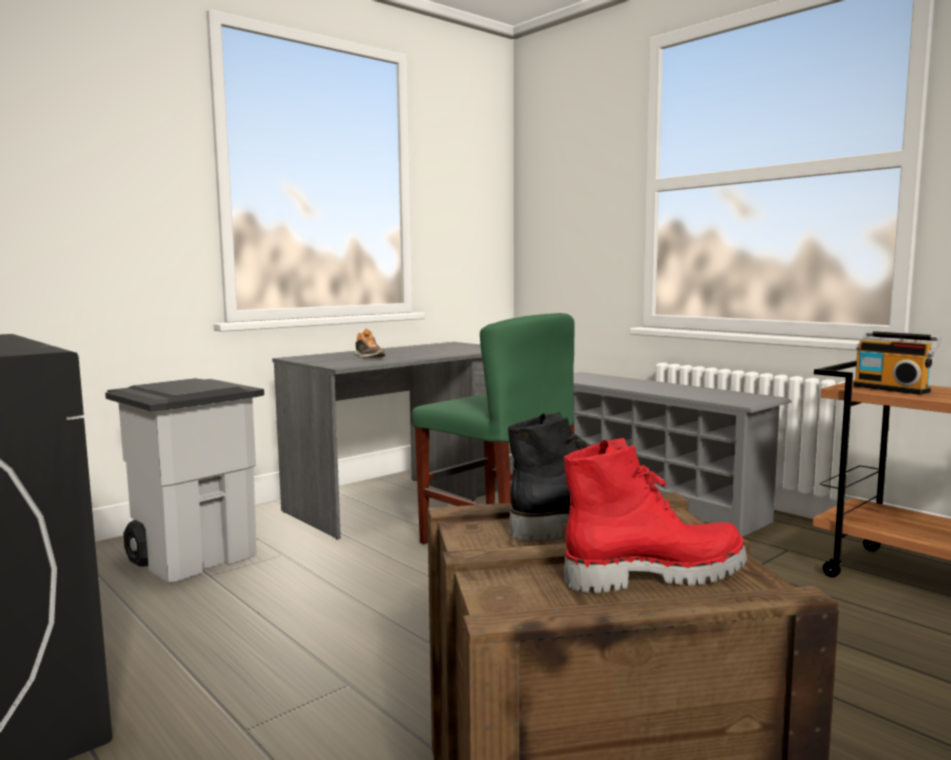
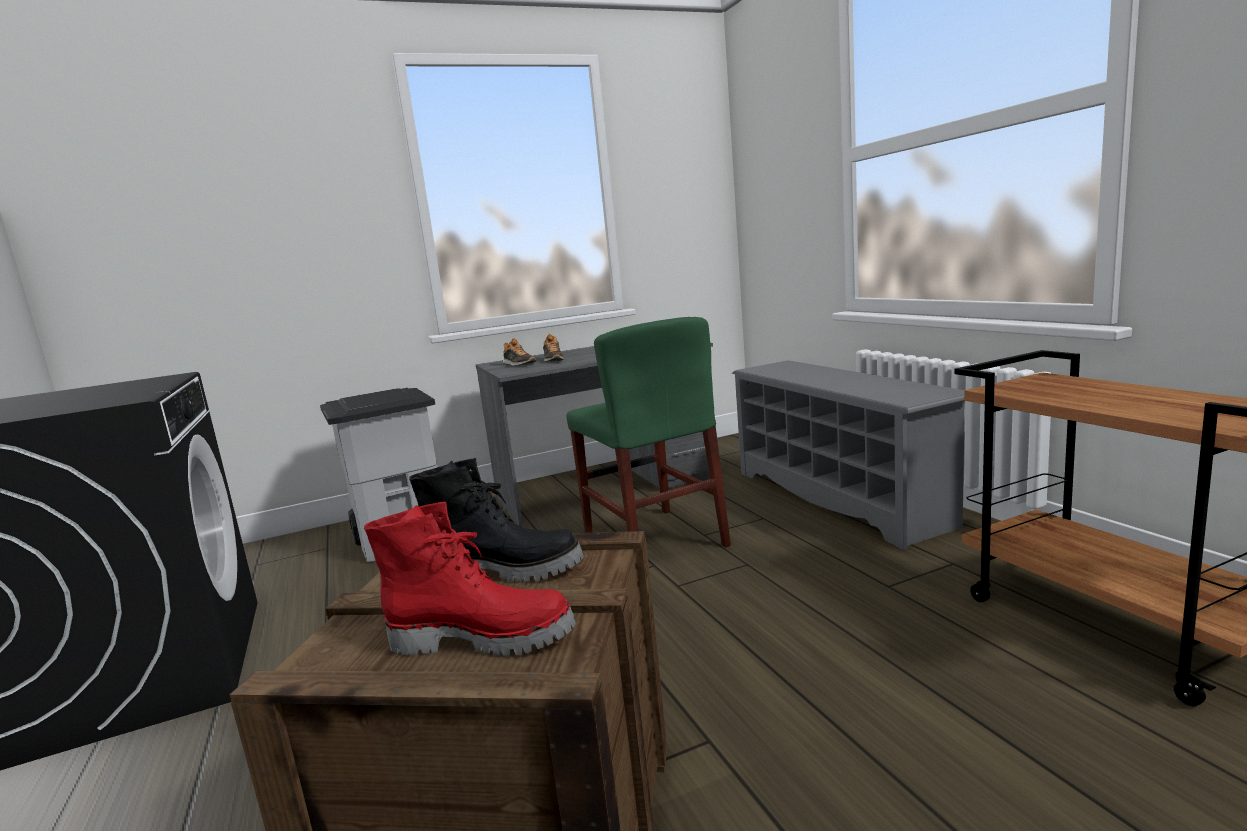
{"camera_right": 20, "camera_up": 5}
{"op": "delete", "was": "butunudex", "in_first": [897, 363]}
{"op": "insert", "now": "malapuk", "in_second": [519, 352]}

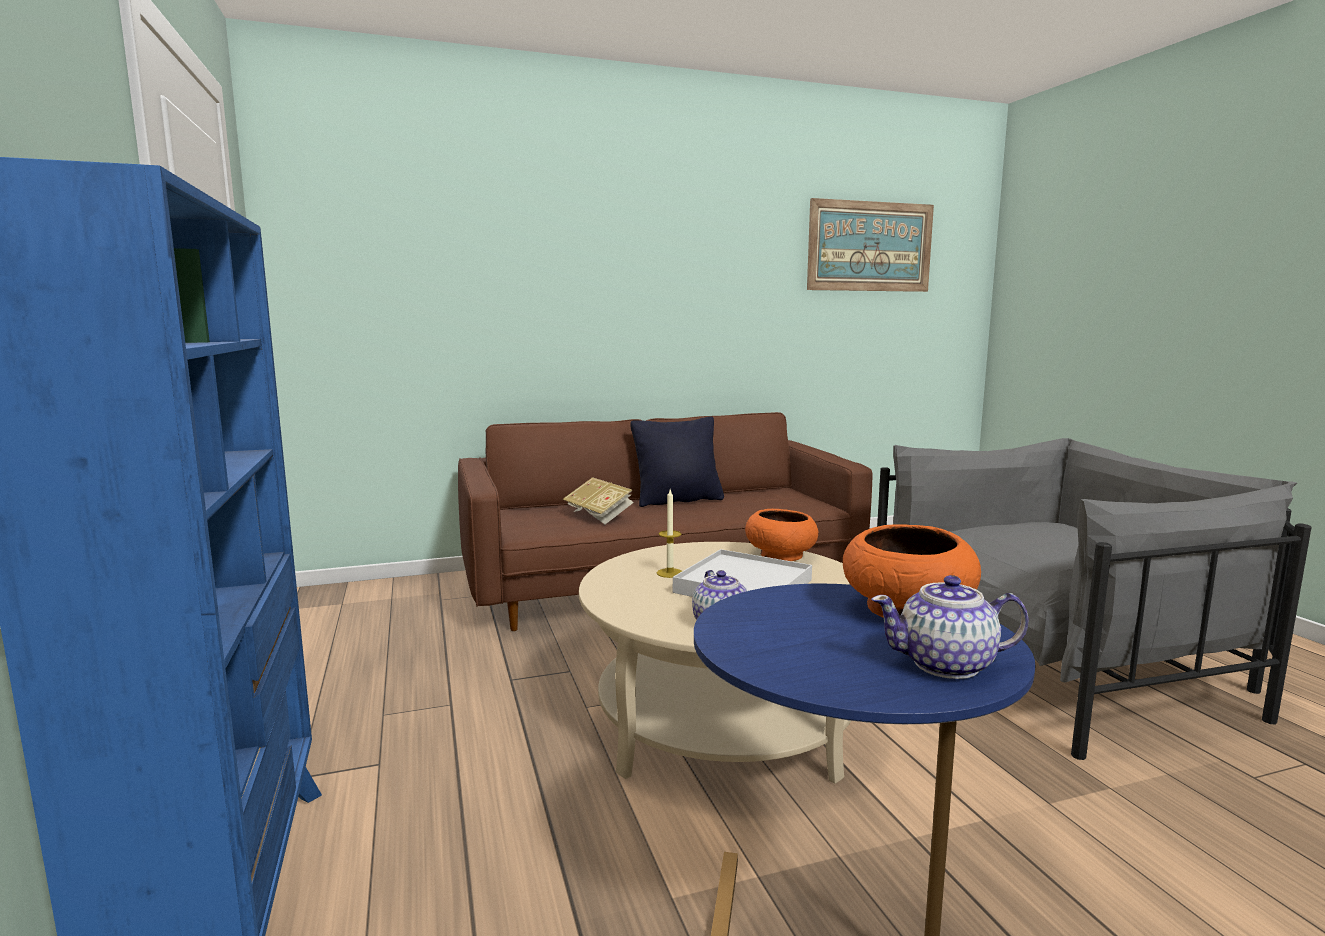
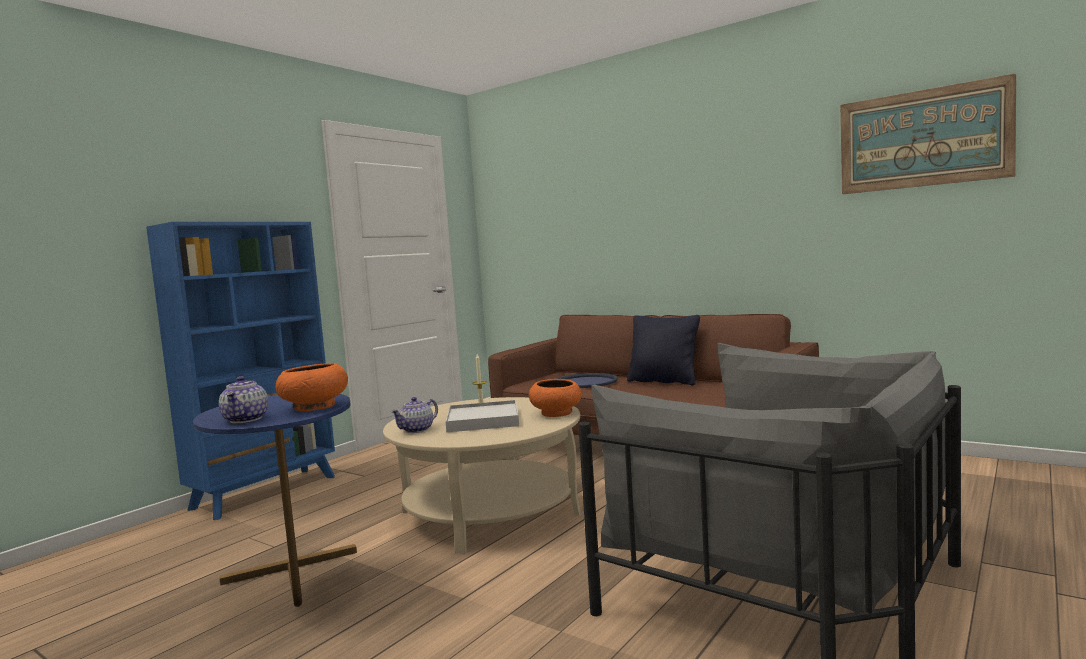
{"camera_right": 55, "camera_up": -5}
{"op": "replace", "was": "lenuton", "now": "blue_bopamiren", "in_first": [598, 500], "in_second": [587, 380]}
{"op": "rotate", "was": "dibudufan", "in_first": [950, 627], "in_second": [243, 399], "clockwise": -150}

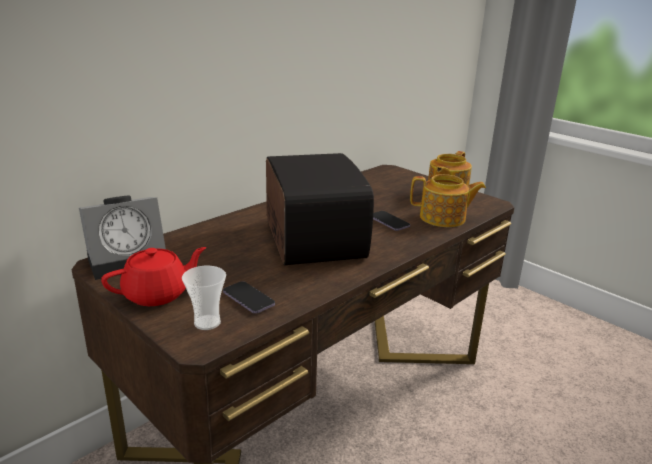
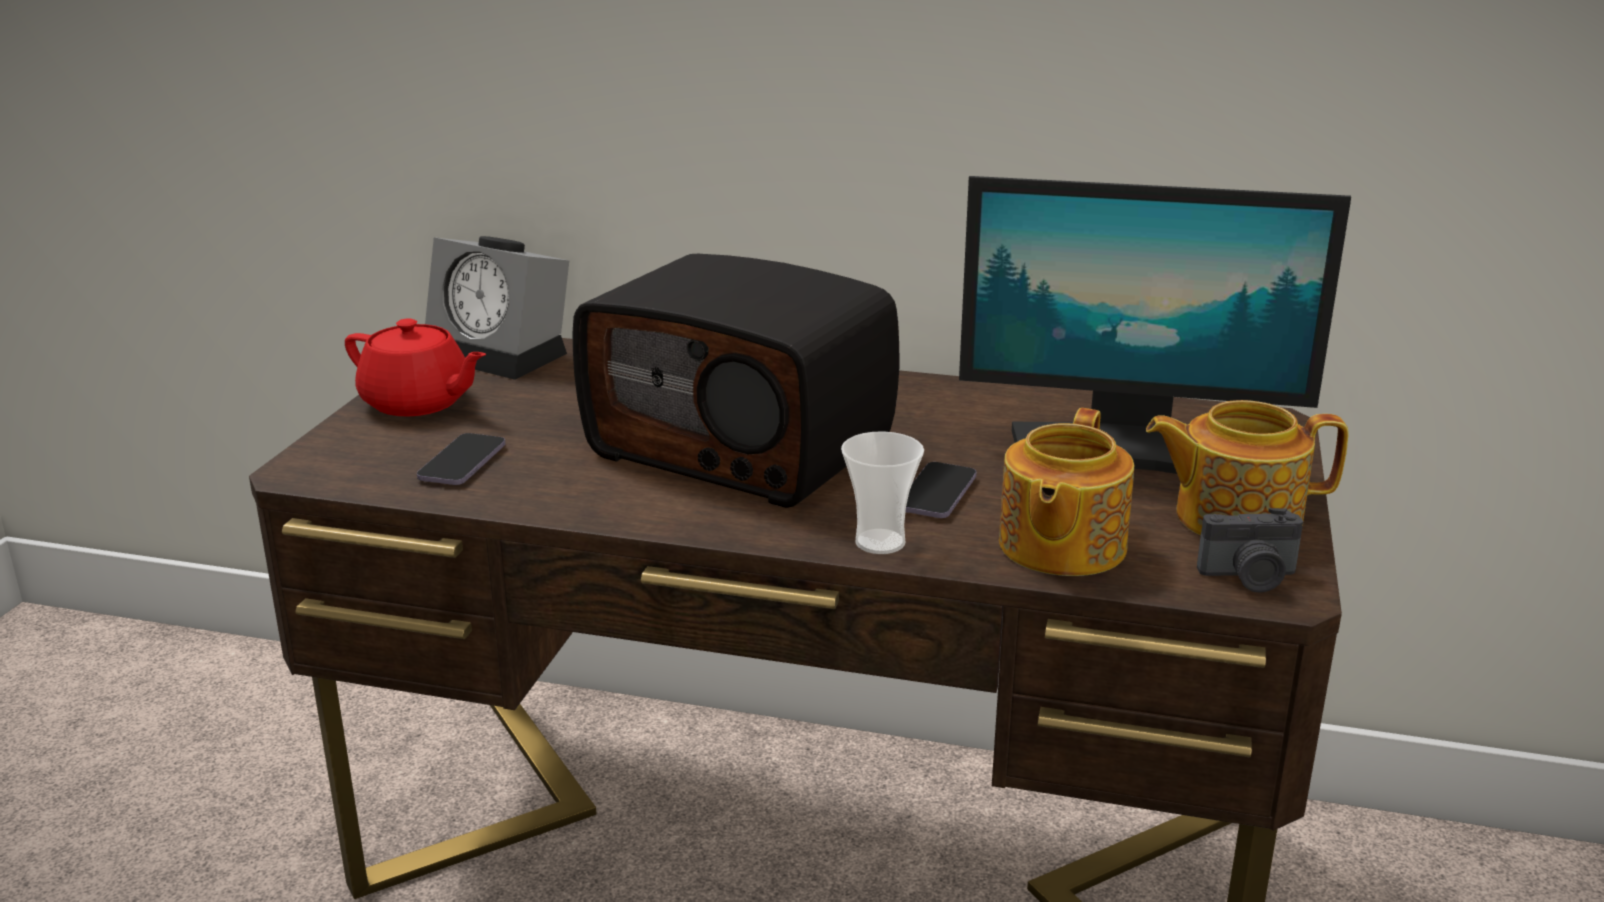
{"camera_right": 60, "camera_up": 0}
{"op": "move", "was": "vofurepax", "in_first": [204, 298], "in_second": [882, 492]}
{"op": "rotate", "was": "butunudex", "in_first": [320, 209], "in_second": [736, 381], "clockwise": 75}
{"op": "rotate", "was": "dibudufan", "in_first": [448, 200], "in_second": [1066, 492], "clockwise": 45}
{"op": "insert", "now": "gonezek", "in_second": [1155, 325]}
{"op": "insert", "now": "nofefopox", "in_second": [1250, 550]}

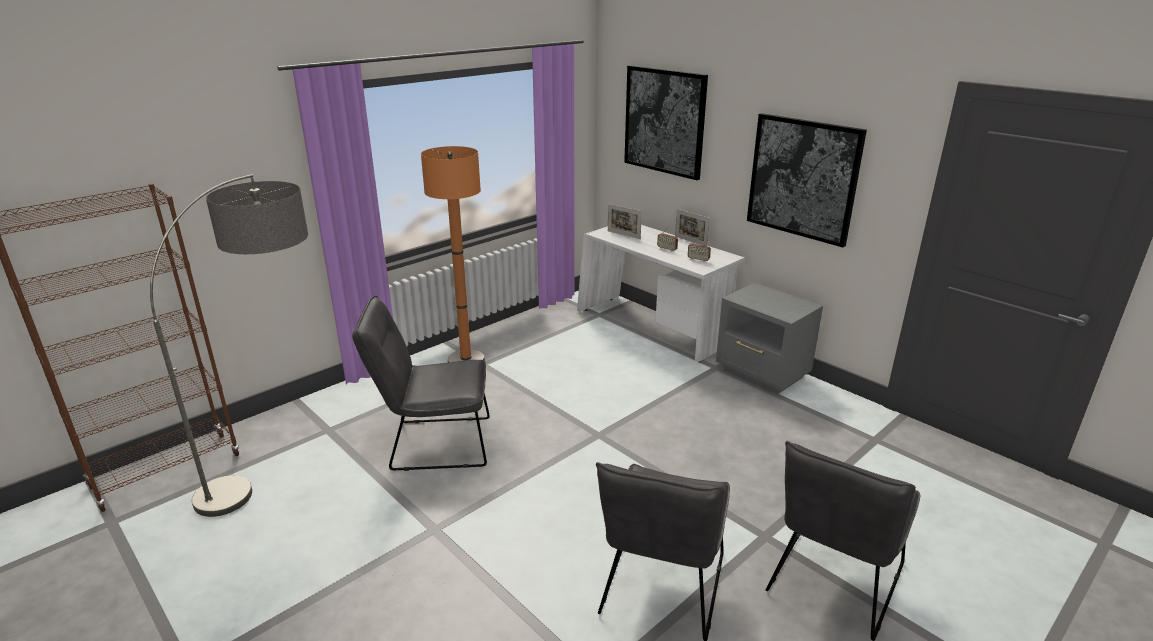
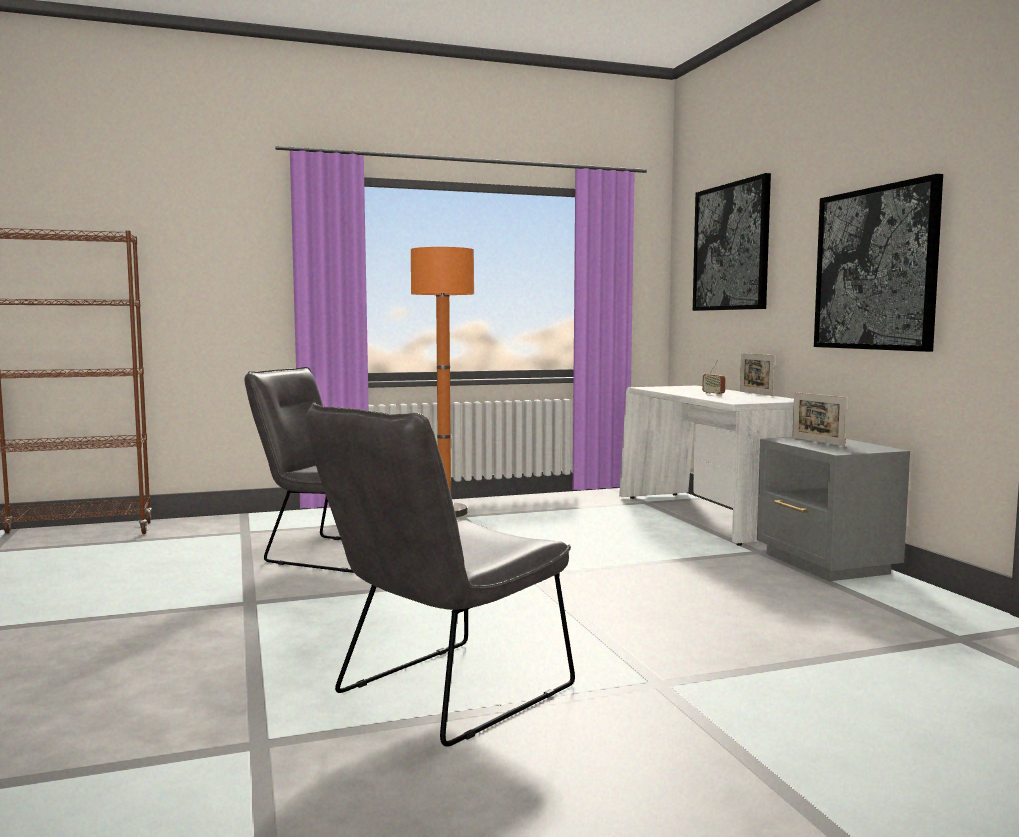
{"camera_right": 25, "camera_up": -20}
{"op": "delete", "was": "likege", "in_first": [229, 345]}
{"op": "move", "was": "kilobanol", "in_first": [625, 221], "in_second": [819, 419]}
{"op": "delete", "was": "butunudex", "in_first": [699, 248]}
{"op": "delete", "was": "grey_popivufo", "in_first": [843, 541]}

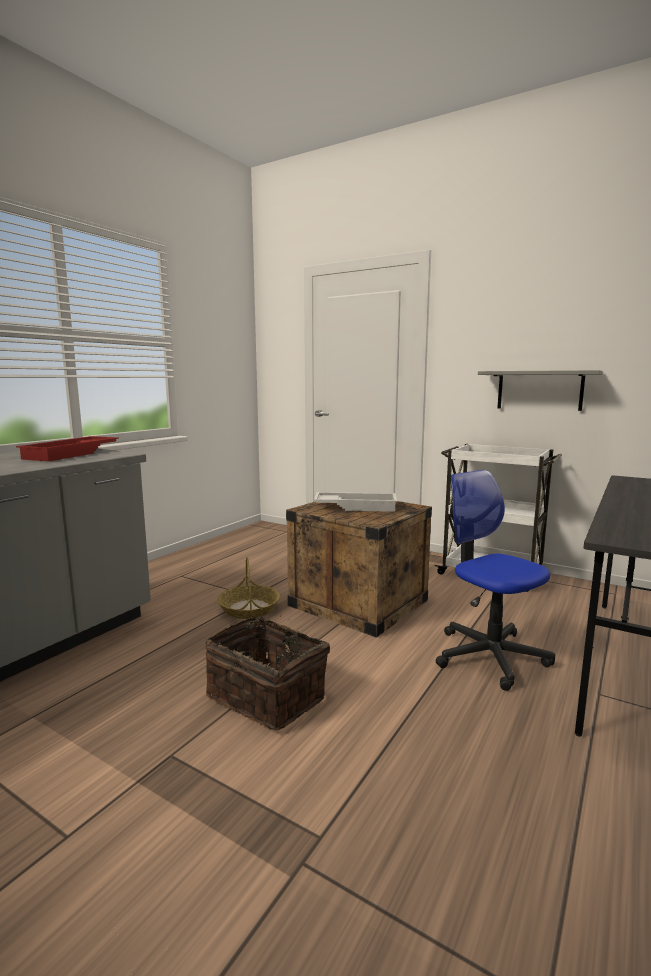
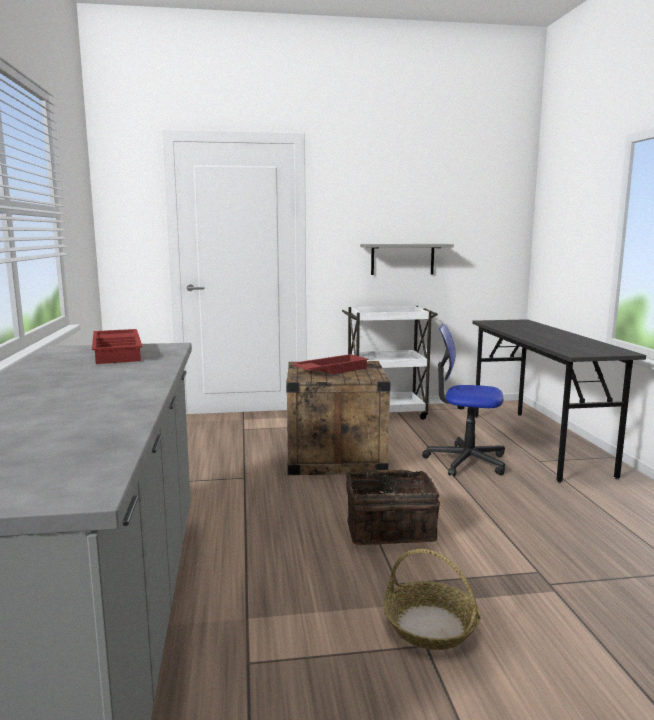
{"camera_right": -40, "camera_up": 0}
{"op": "move", "was": "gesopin", "in_first": [248, 588], "in_second": [432, 599]}
{"op": "recolor", "was": "white_bopamiren", "now": "red_bopamiren", "in_first": [355, 502], "in_second": [331, 364]}

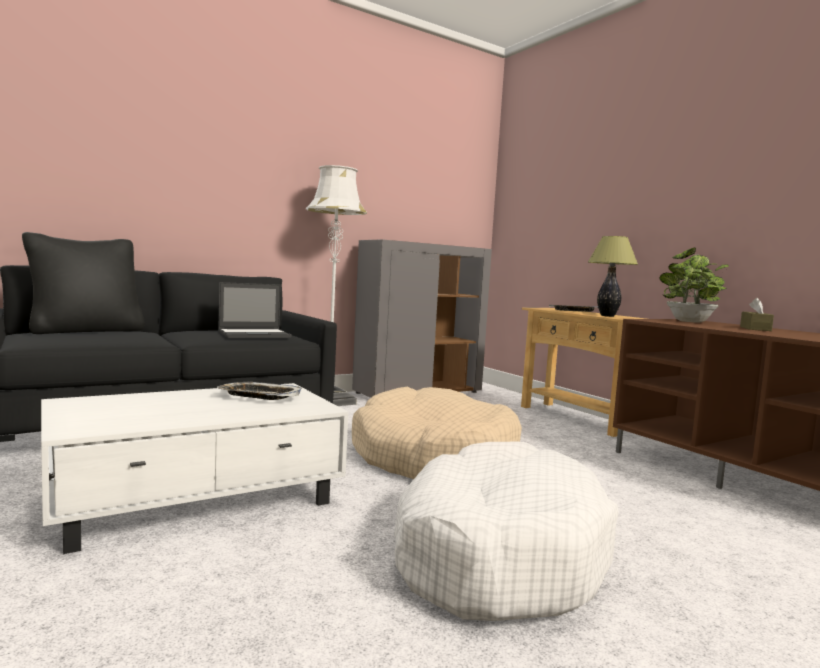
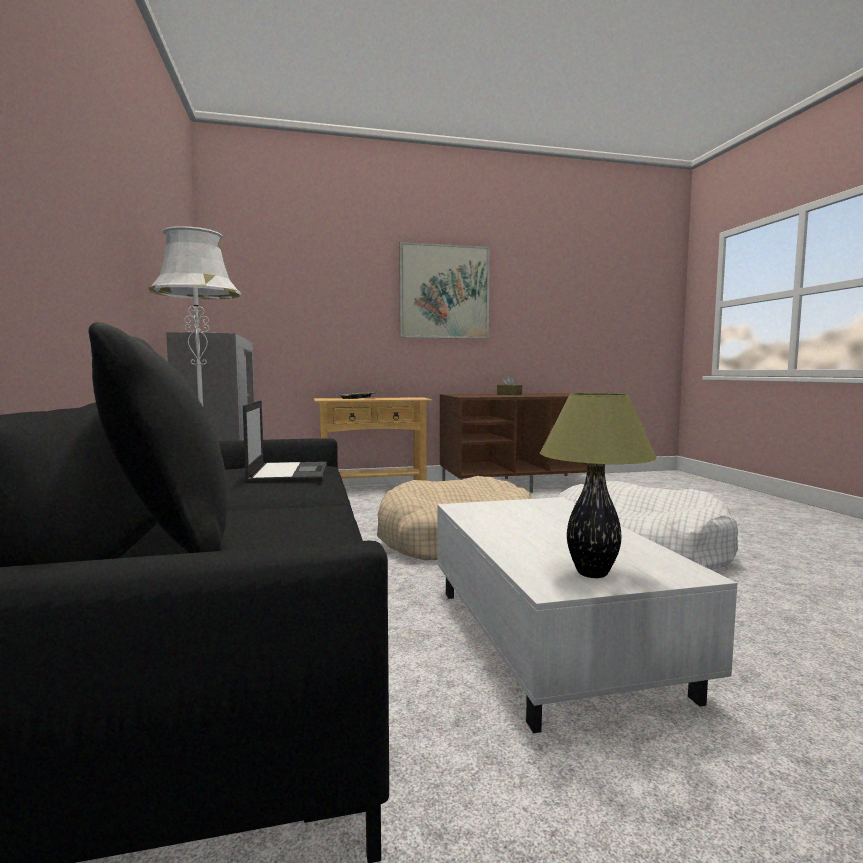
{"camera_right": -70, "camera_up": 0}
{"op": "delete", "was": "bopamiren", "in_first": [259, 391]}
{"op": "move", "was": "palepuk", "in_first": [613, 276], "in_second": [598, 485]}
{"op": "delete", "was": "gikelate", "in_first": [694, 285]}
{"op": "insert", "now": "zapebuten", "in_second": [444, 290]}

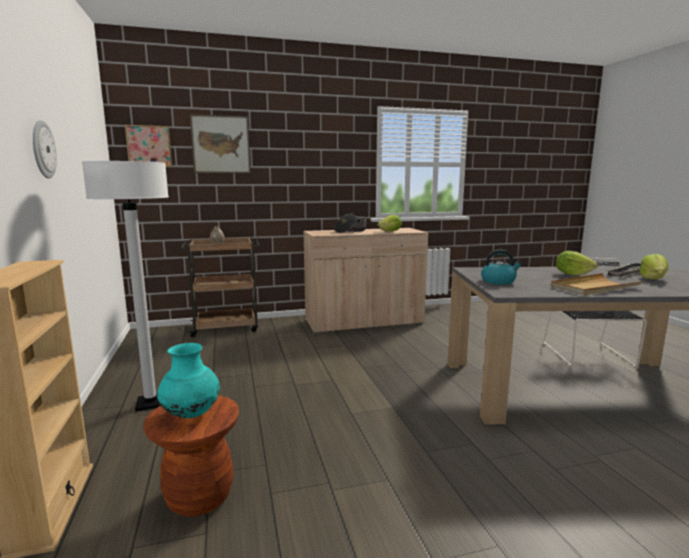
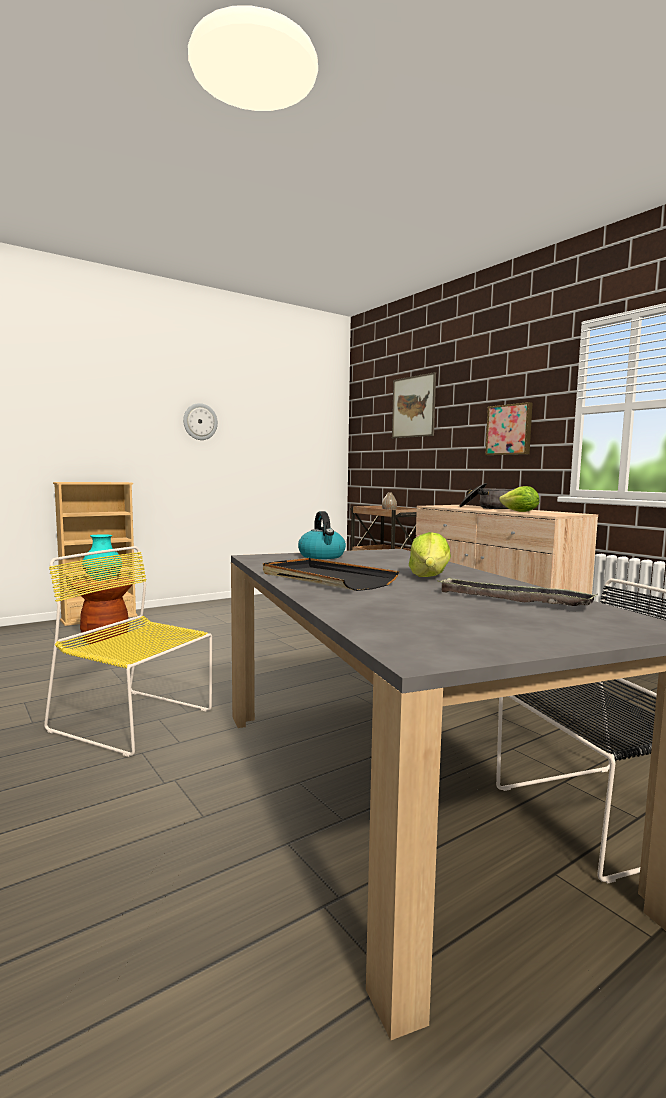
{"camera_right": 70, "camera_up": -5}
{"op": "delete", "was": "white_likege", "in_first": [125, 286]}
{"op": "move", "was": "zapebuten", "in_first": [148, 146], "in_second": [508, 428]}
{"op": "recolor", "was": "beige_bopamiren", "now": "black_bopamiren", "in_first": [597, 284], "in_second": [331, 574]}
{"op": "delete", "was": "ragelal", "in_first": [653, 266]}
{"op": "insert", "now": "yellow_popivufo", "in_second": [128, 651]}

